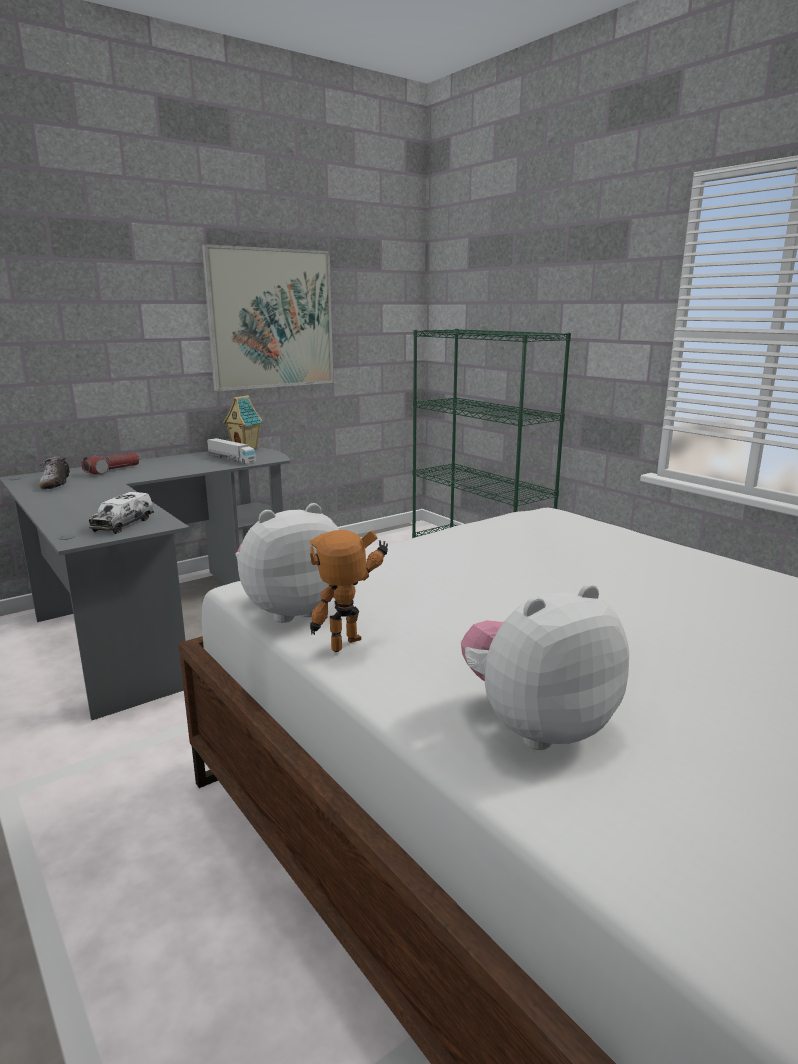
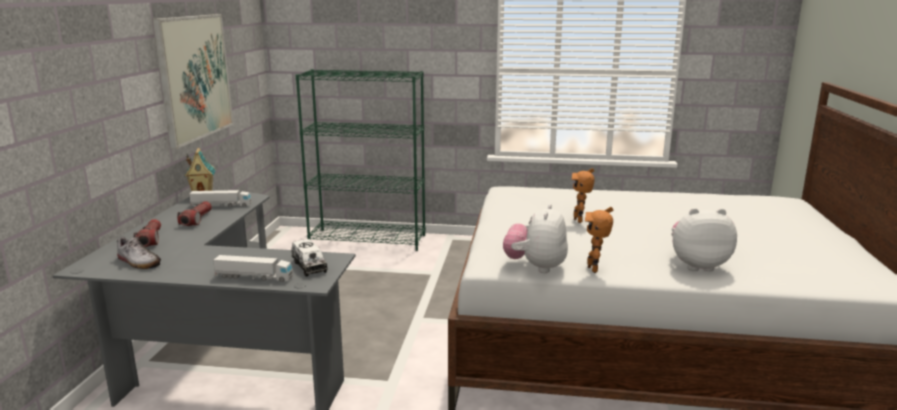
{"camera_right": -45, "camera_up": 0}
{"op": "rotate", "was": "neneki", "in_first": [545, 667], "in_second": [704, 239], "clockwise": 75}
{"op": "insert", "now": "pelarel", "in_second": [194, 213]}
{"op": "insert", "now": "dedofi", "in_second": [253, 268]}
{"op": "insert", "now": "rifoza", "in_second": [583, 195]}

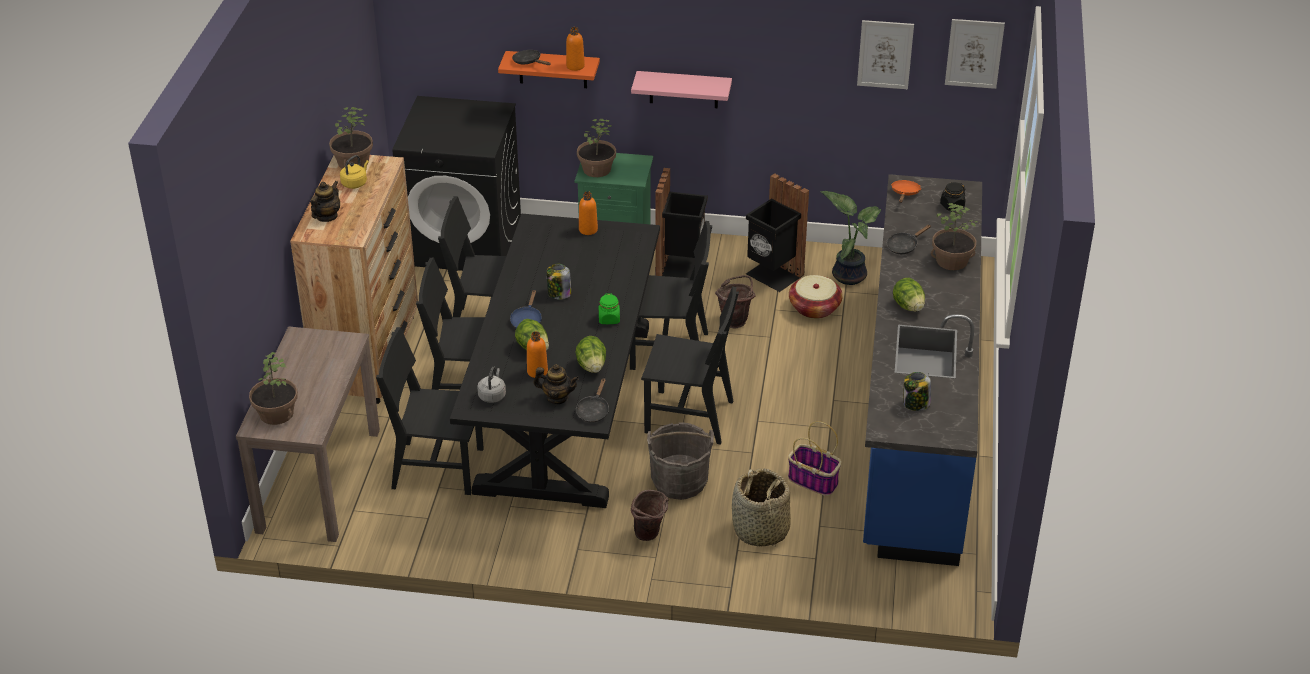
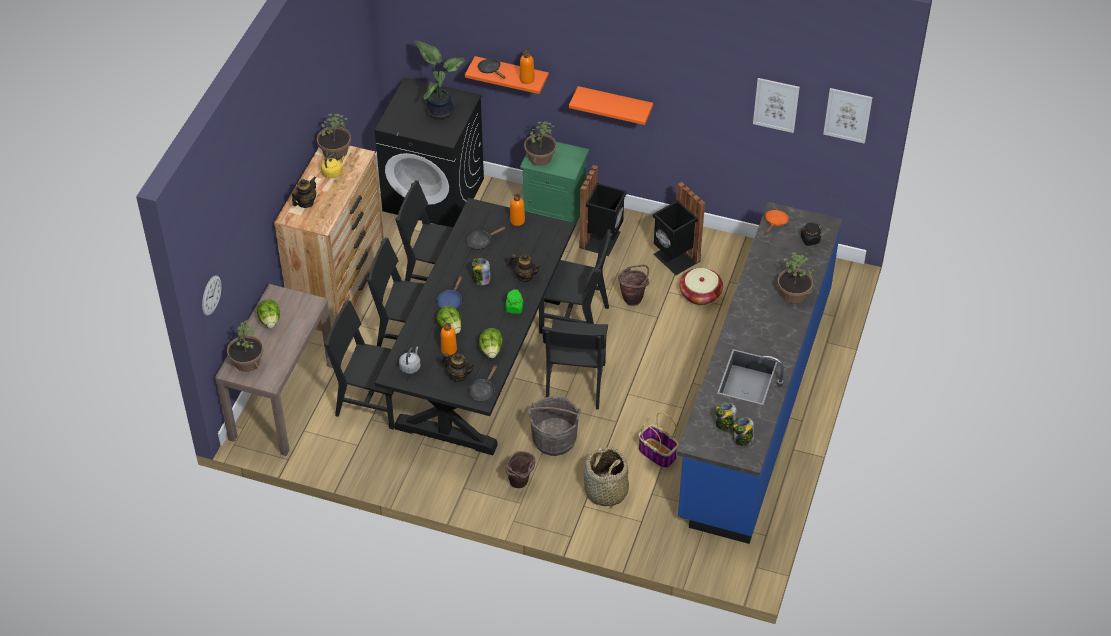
{"camera_right": 10, "camera_up": 10}
{"op": "recolor", "was": "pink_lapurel", "now": "orange_lapurel", "in_first": [681, 89], "in_second": [611, 105]}
{"op": "rotate", "was": "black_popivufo", "in_first": [690, 365], "in_second": [575, 364], "clockwise": 75}
{"op": "move", "was": "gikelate", "in_first": [851, 238], "in_second": [440, 80]}
{"op": "move", "was": "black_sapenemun", "in_first": [909, 239], "in_second": [486, 238]}
{"op": "move", "was": "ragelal", "in_first": [909, 295], "in_second": [268, 313]}
{"op": "insert", "now": "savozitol", "in_second": [212, 295]}
{"op": "insert", "now": "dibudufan", "in_second": [525, 268]}
{"op": "insert", "now": "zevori", "in_second": [743, 431]}

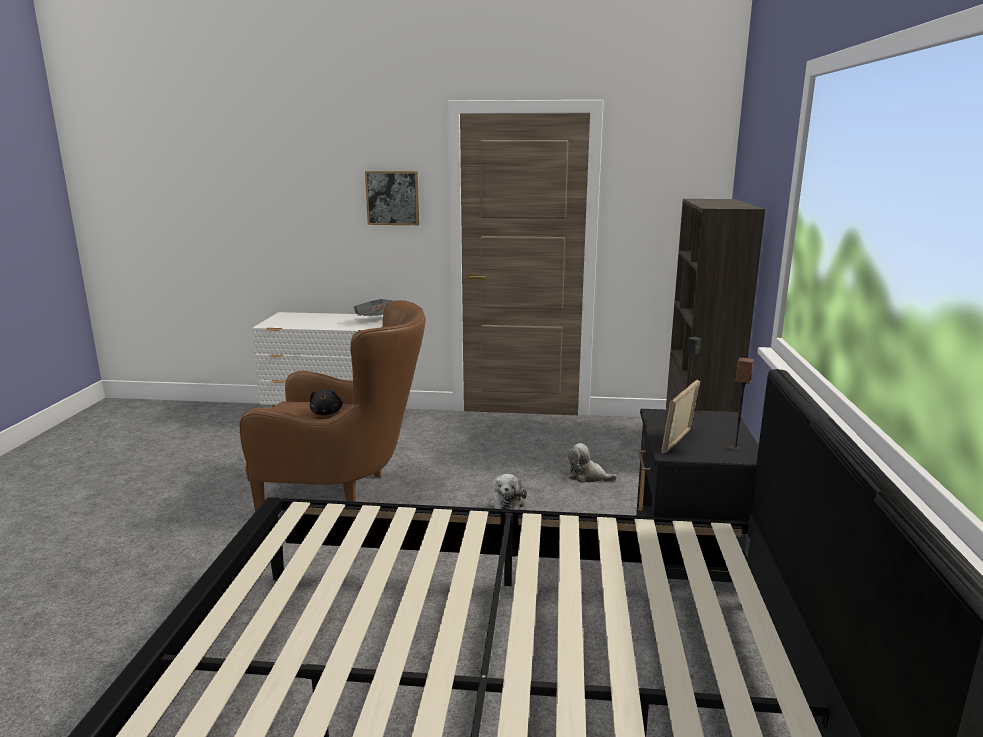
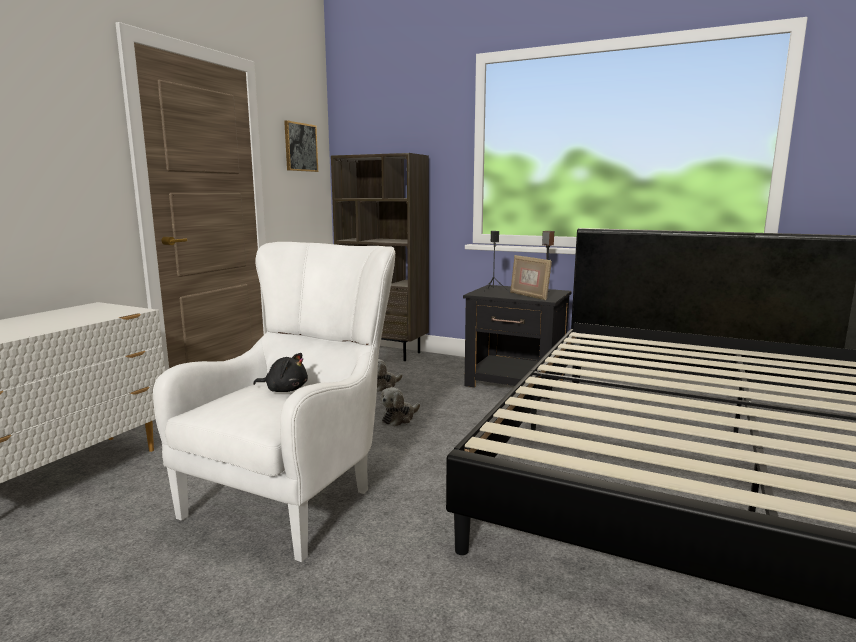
{"camera_right": -70, "camera_up": -5}
{"op": "recolor", "was": "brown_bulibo", "now": "white_bulibo", "in_first": [332, 405], "in_second": [274, 402]}
{"op": "delete", "was": "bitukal", "in_first": [373, 307]}
{"op": "move", "was": "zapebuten", "in_first": [392, 198], "in_second": [301, 146]}
{"op": "rotate", "was": "neneki", "in_first": [508, 492], "in_second": [400, 406], "clockwise": 105}

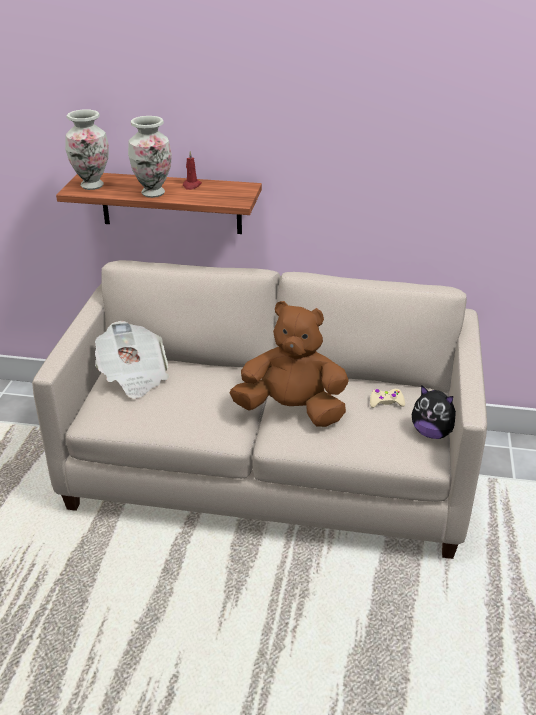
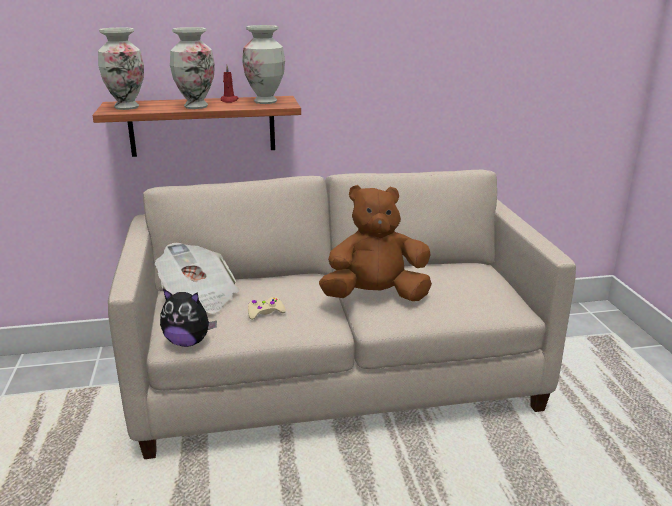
{"camera_right": -20, "camera_up": -10}
{"op": "move", "was": "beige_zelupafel", "in_first": [387, 398], "in_second": [267, 308]}
{"op": "move", "was": "neneki", "in_first": [433, 412], "in_second": [188, 318]}
{"op": "insert", "now": "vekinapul", "in_second": [263, 64]}

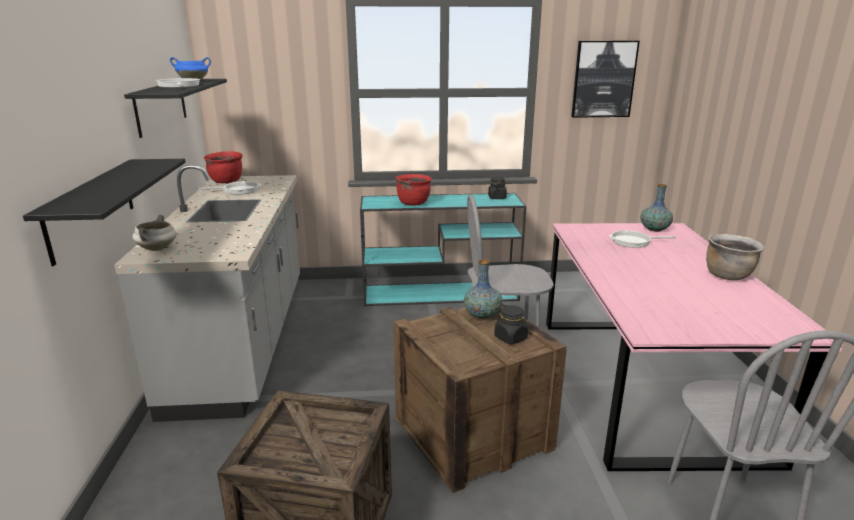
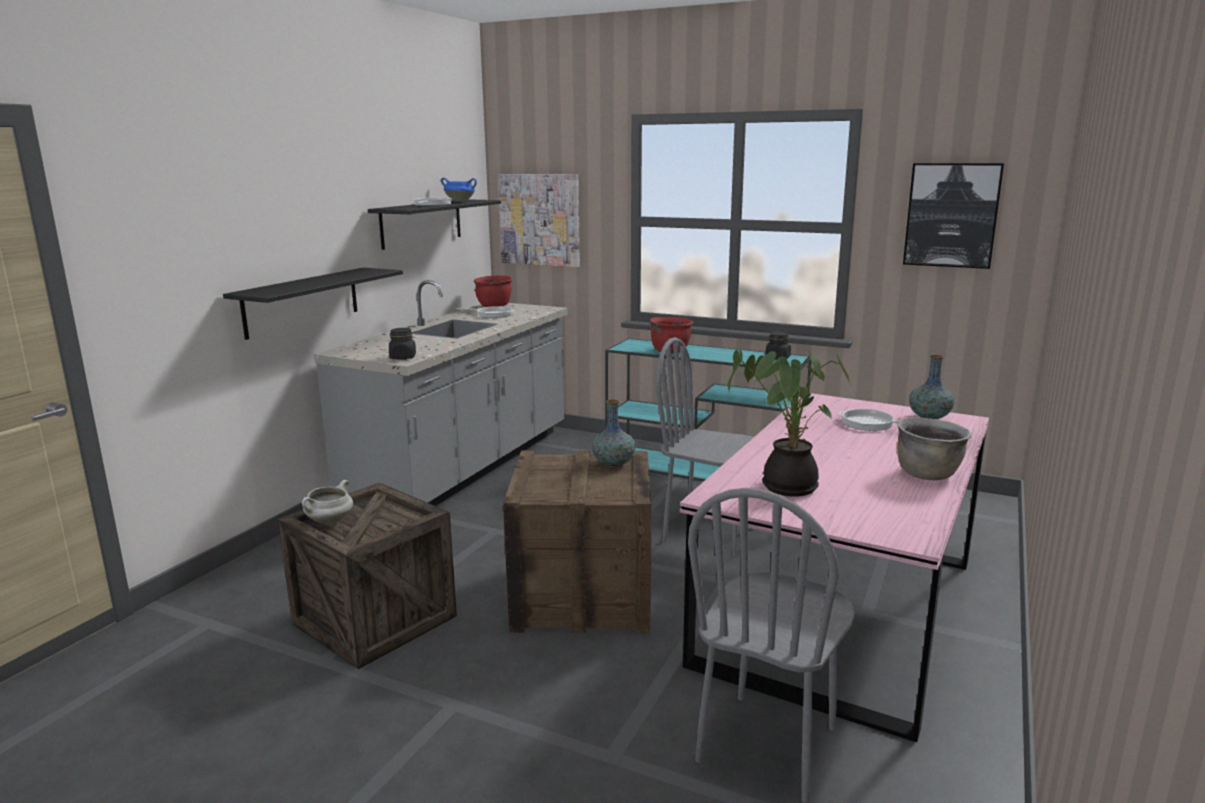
{"camera_right": 30, "camera_up": -5}
{"op": "move", "was": "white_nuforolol", "in_first": [154, 233], "in_second": [327, 502]}
{"op": "move", "was": "black_zevori", "in_first": [511, 324], "in_second": [402, 344]}
{"op": "insert", "now": "zapebuten", "in_second": [539, 220]}
{"op": "insert", "now": "gikelate", "in_second": [789, 422]}

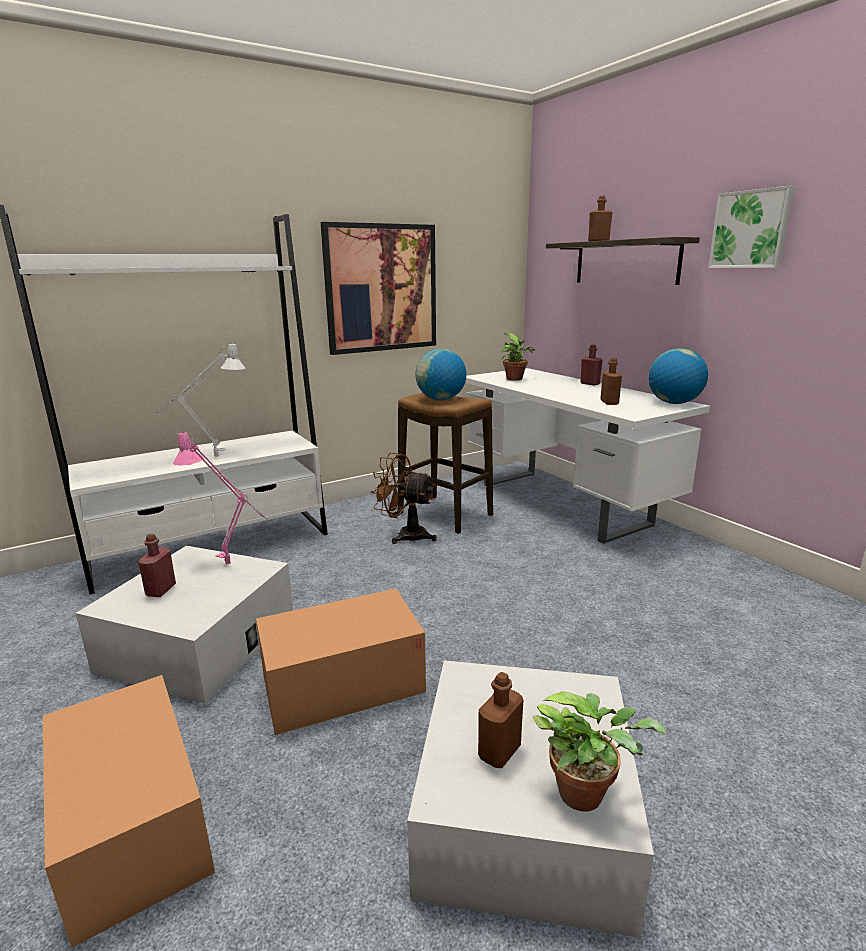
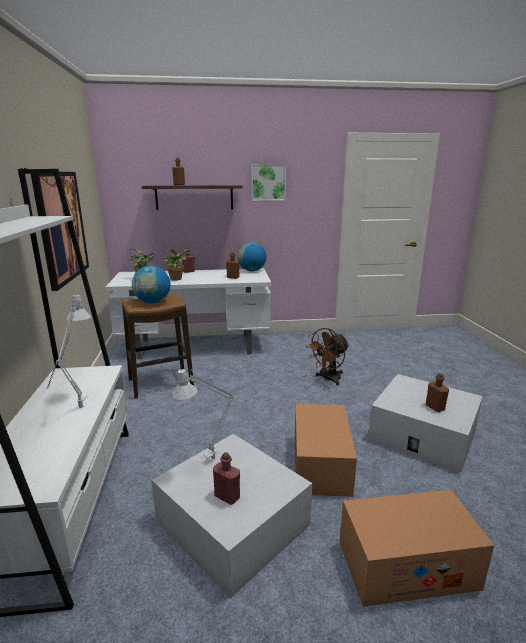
{"camera_right": -65, "camera_up": 0}
{"op": "recolor", "was": "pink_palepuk", "now": "grey_palepuk", "in_first": [221, 497], "in_second": [212, 414]}
{"op": "move", "was": "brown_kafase", "in_first": [404, 498], "in_second": [328, 356]}
{"op": "move", "was": "gikelate", "in_first": [600, 751], "in_second": [176, 265]}

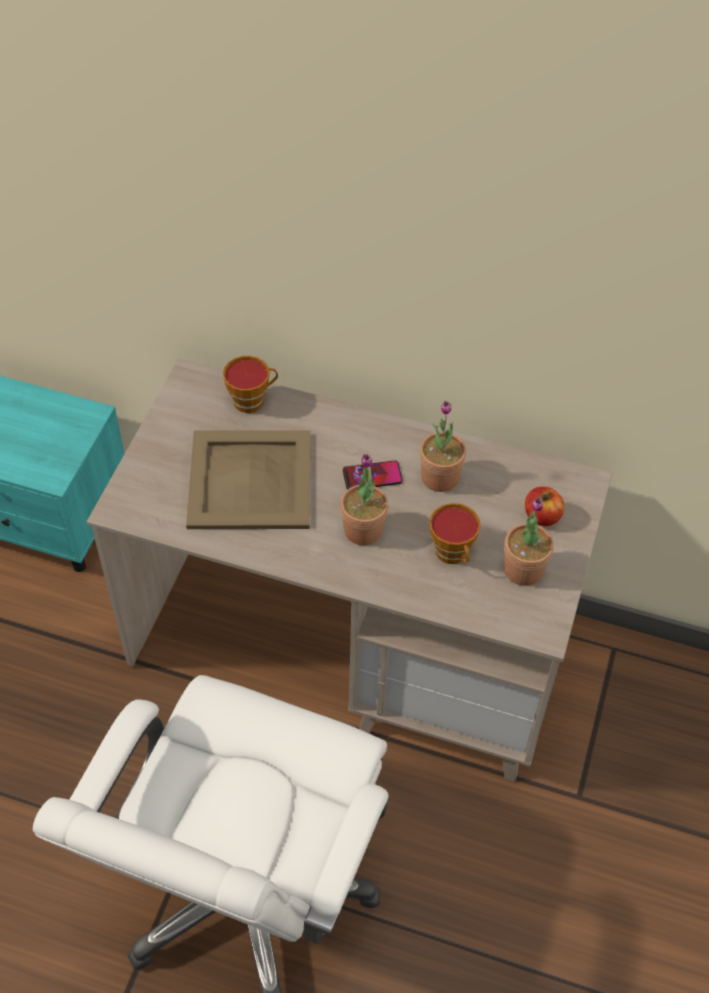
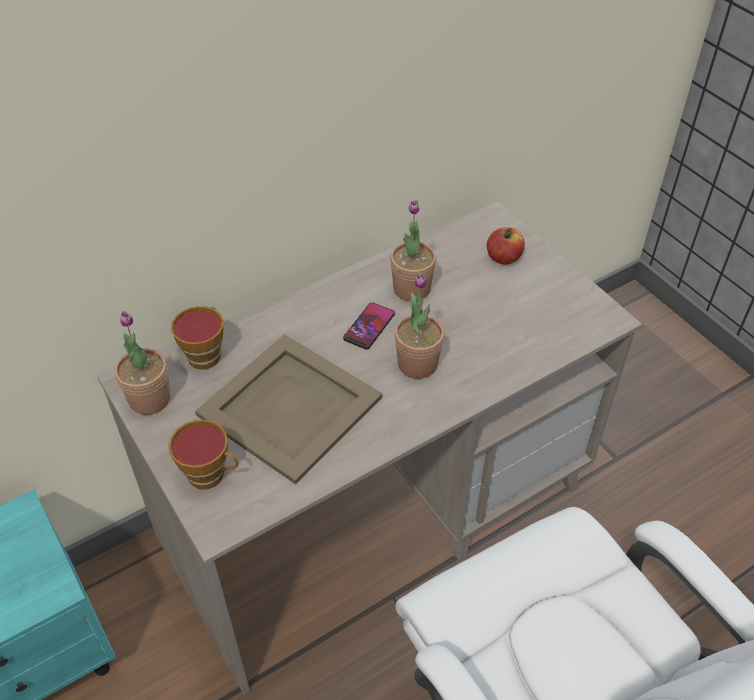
{"camera_right": -50, "camera_up": -5}
{"op": "move", "was": "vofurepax", "in_first": [455, 533], "in_second": [203, 455]}
{"op": "move", "was": "gikelate", "in_first": [529, 541], "in_second": [142, 363]}

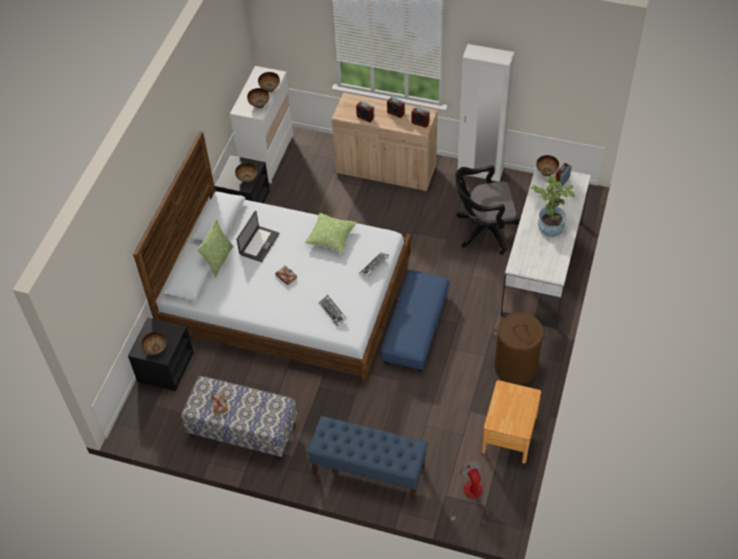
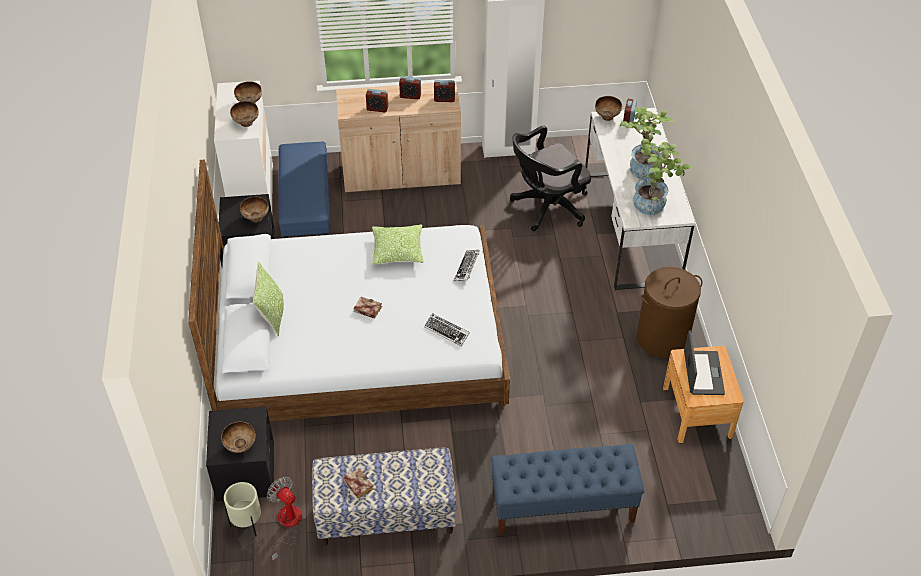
{"camera_right": -25, "camera_up": -5}
{"op": "move", "was": "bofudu", "in_first": [258, 236], "in_second": [704, 362]}
{"op": "move", "was": "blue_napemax", "in_first": [415, 321], "in_second": [304, 190]}
{"op": "move", "was": "kafase", "in_first": [466, 491], "in_second": [284, 519]}
{"op": "insert", "now": "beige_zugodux", "in_second": [242, 509]}
{"op": "insert", "now": "gikelate", "in_second": [662, 177]}

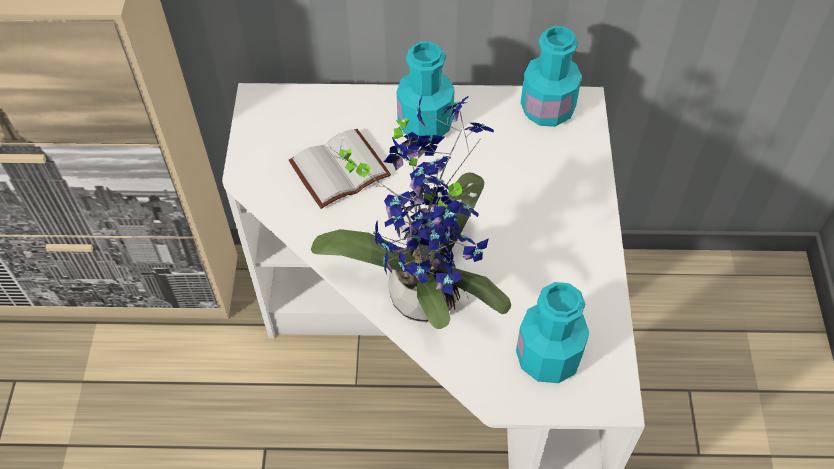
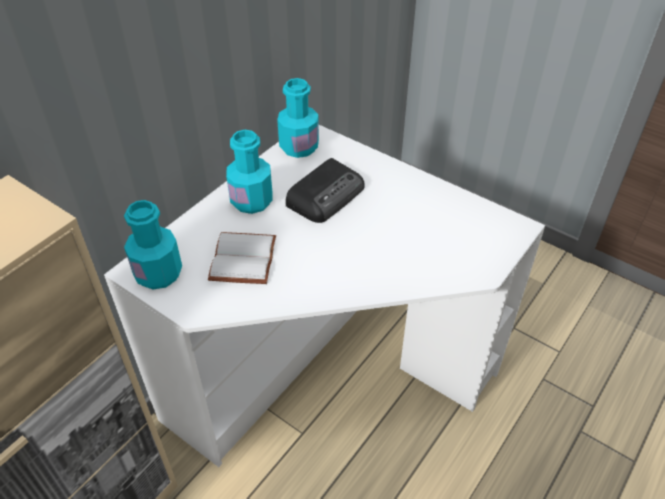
{"camera_right": -55, "camera_up": -10}
{"op": "delete", "was": "gikelate", "in_first": [411, 212]}
{"op": "move", "was": "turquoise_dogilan", "in_first": [553, 332], "in_second": [153, 245]}
{"op": "insert", "now": "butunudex", "in_second": [325, 190]}

